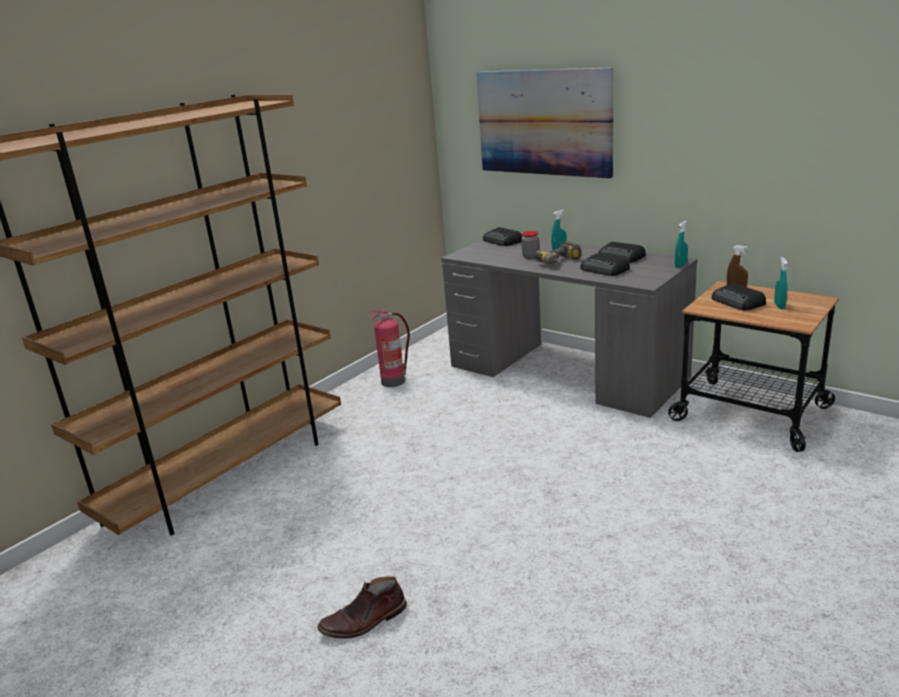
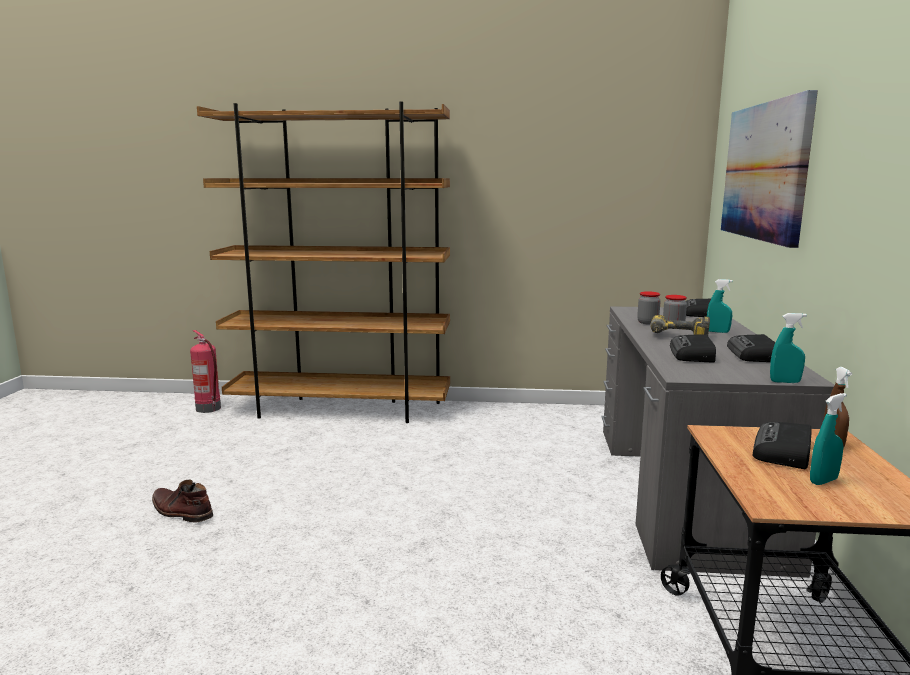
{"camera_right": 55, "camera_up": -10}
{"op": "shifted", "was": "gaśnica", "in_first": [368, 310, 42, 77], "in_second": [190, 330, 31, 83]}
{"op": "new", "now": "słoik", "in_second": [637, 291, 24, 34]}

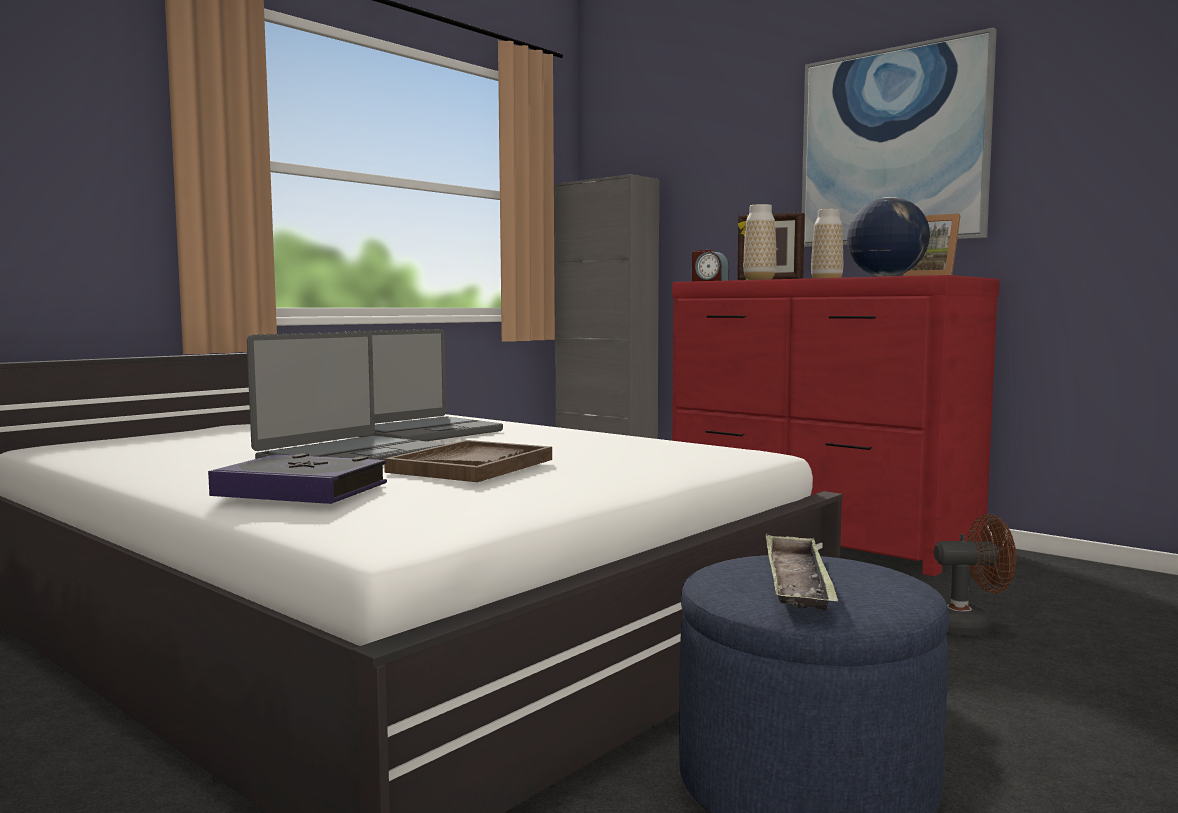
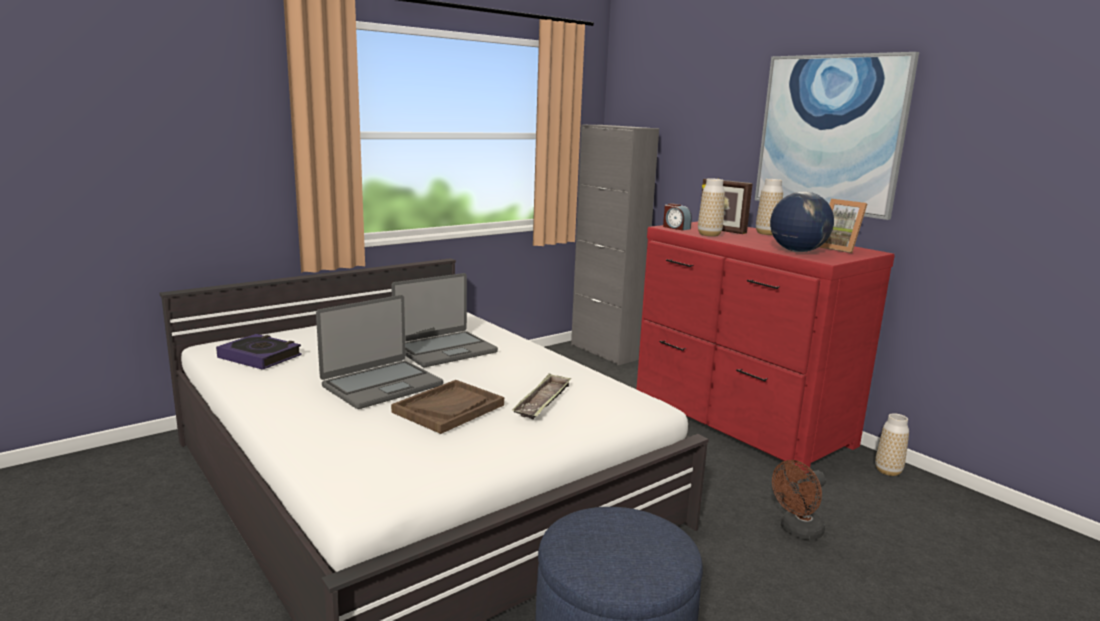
{"camera_right": 10, "camera_up": 10}
{"op": "shifted", "was": "książka", "in_first": [208, 453, 179, 51], "in_second": [216, 334, 86, 36]}
{"op": "shifted", "was": "taca", "in_first": [765, 534, 73, 77], "in_second": [513, 373, 58, 46]}
{"op": "rotated", "was": "wentylator [brązowy]", "in_first": [934, 514, 83, 122], "in_second": [772, 460, 54, 80], "clockwise": 135}
{"op": "new", "now": "wazon", "in_second": [875, 413, 34, 63]}

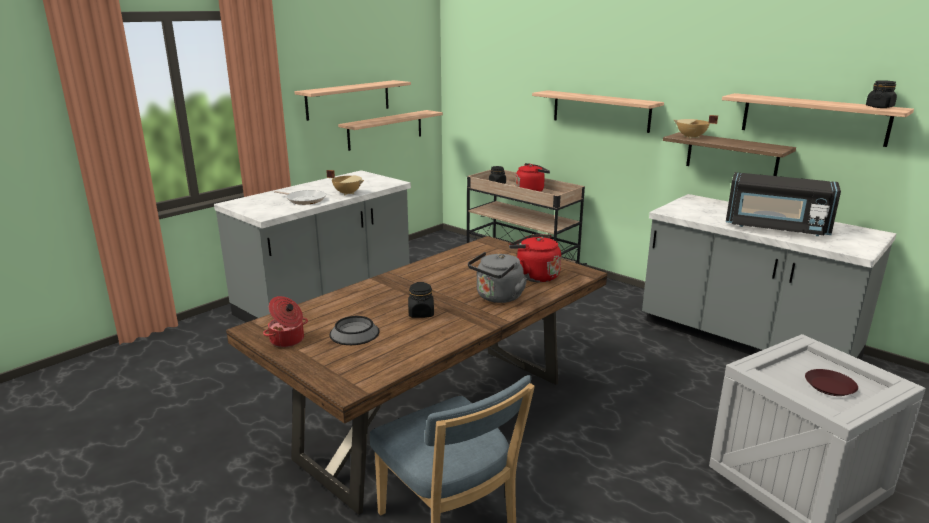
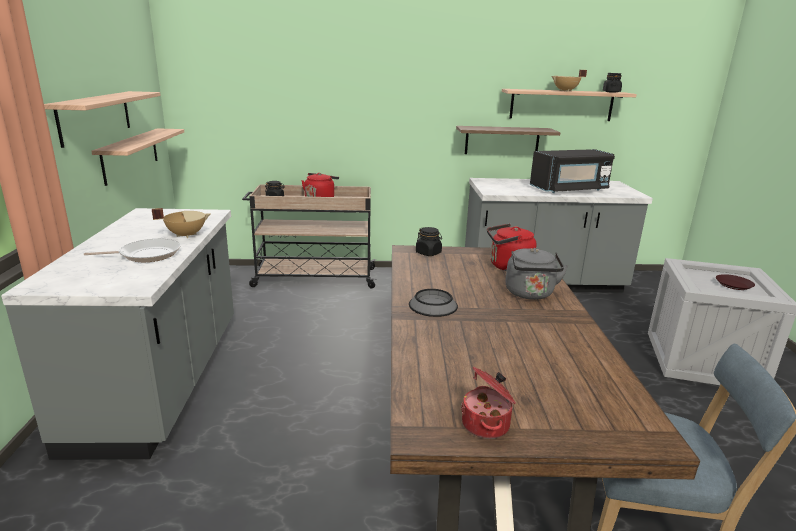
{"camera_right": -45, "camera_up": 0}
{"op": "shifted", "was": "miska", "in_first": [329, 316, 50, 29], "in_second": [409, 289, 49, 28]}
{"op": "shifted", "was": "słoik [czarny]", "in_first": [408, 282, 26, 36], "in_second": [416, 227, 26, 29]}
{"op": "shifted", "was": "garnek [beżowy]", "in_first": [674, 115, 44, 24], "in_second": [552, 70, 35, 22]}
{"op": "gone", "was": "półka", "in_first": [532, 90, 132, 43]}

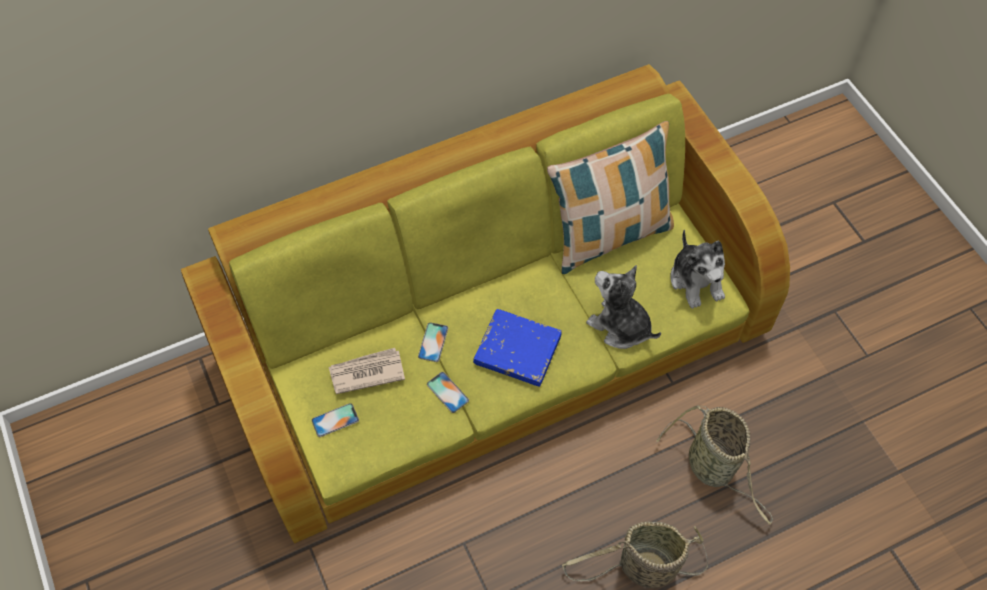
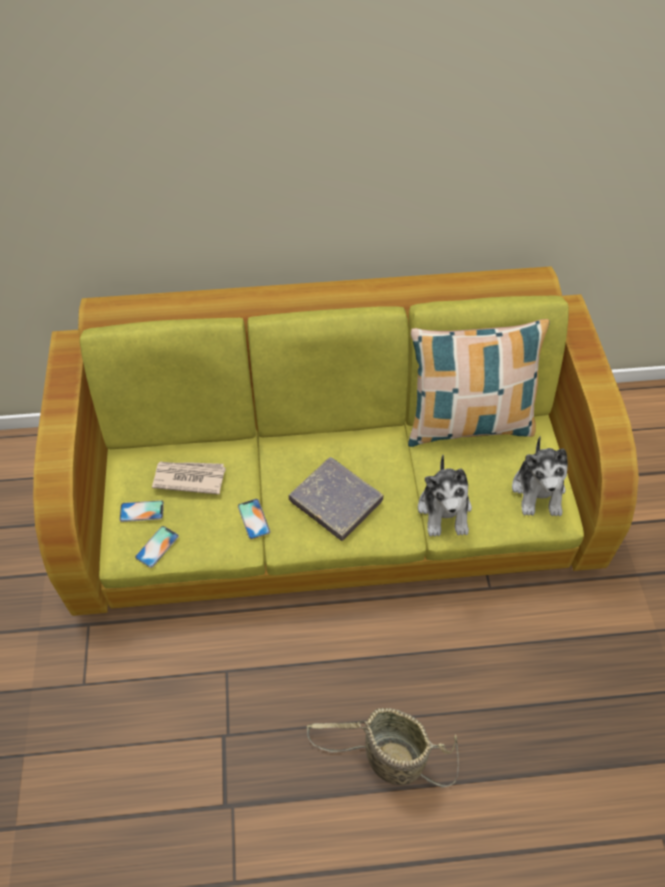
{"camera_right": 20, "camera_up": -5}
{"op": "shifted", "was": "telefon", "in_first": [418, 323, 30, 39], "in_second": [135, 526, 44, 42]}
{"op": "repainted", "was": "książka [niebieski]", "now": "książka [szary]", "in_first": [473, 309, 89, 78], "in_second": [289, 457, 94, 84]}
{"op": "rotated", "was": "pluszak", "in_first": [586, 265, 75, 84], "in_second": [418, 455, 54, 82], "clockwise": -150}
{"op": "gone", "was": "koszyk", "in_first": [656, 405, 117, 120]}

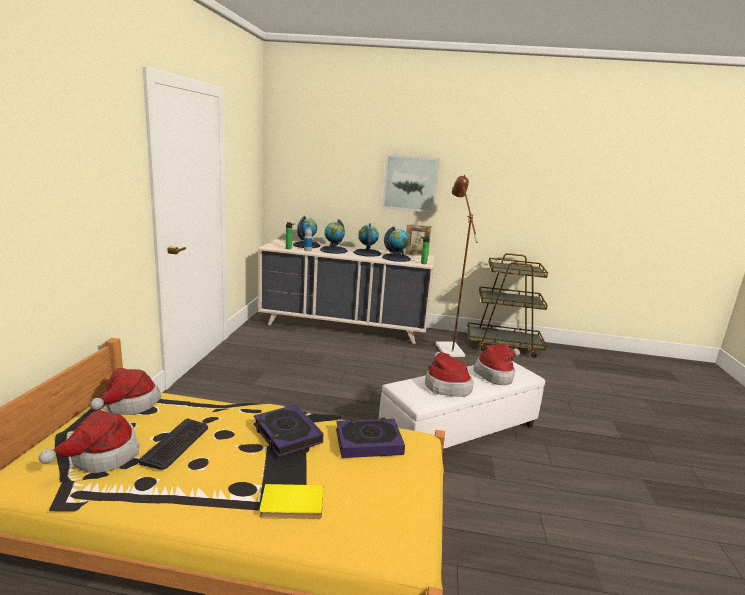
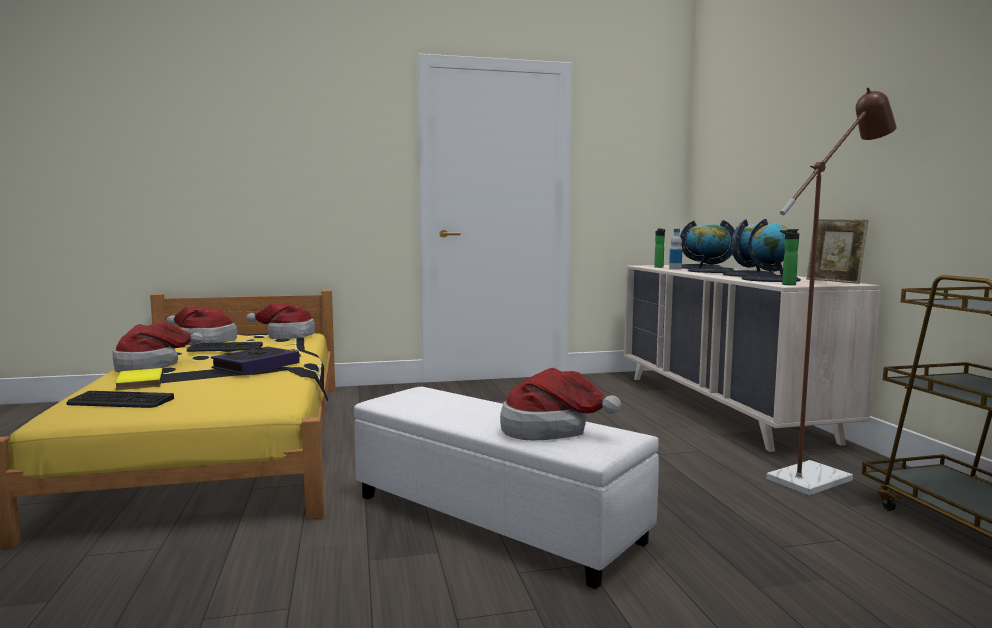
{"camera_right": 70, "camera_up": -10}
{"op": "new", "now": "klawiatura", "in_second": [66, 391, 108, 17]}
{"op": "shifted", "was": "kapelusz", "in_first": [425, 352, 48, 45], "in_second": [112, 322, 91, 51]}
{"op": "gone", "was": "książka", "in_first": [336, 418, 69, 40]}
{"op": "gone", "was": "obraz", "in_first": [382, 154, 58, 59]}

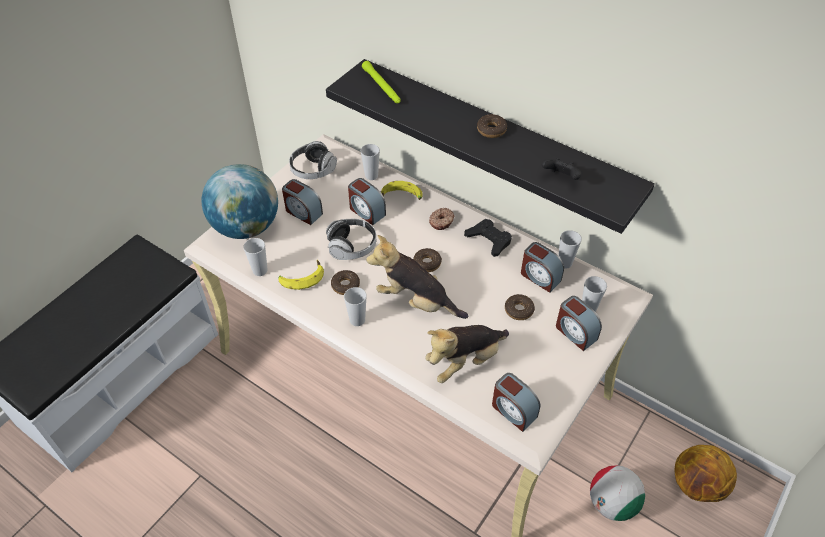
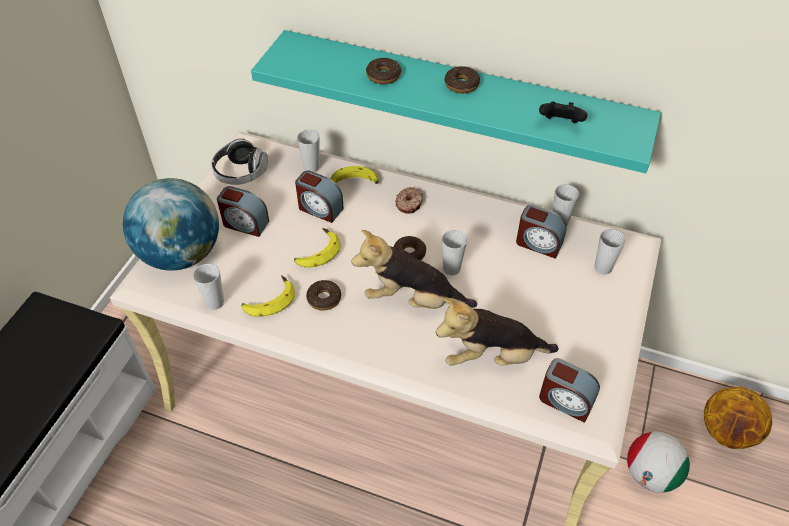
{"camera_right": -15, "camera_up": 0}
{"op": "repainted", "was": "półka [czarny]", "now": "półka [turkusowy]", "in_first": [326, 59, 329, 175], "in_second": [251, 30, 410, 143]}
{"op": "swapped", "was": "słuchawki", "now": "banan", "in_first": [326, 219, 50, 41], "in_second": [294, 228, 47, 40]}
{"op": "shifted", "was": "donut", "in_first": [505, 294, 30, 26], "in_second": [366, 58, 35, 26]}
{"op": "rotated", "was": "pluszak", "in_first": [425, 325, 84, 58], "in_second": [436, 298, 123, 68], "clockwise": 45}
{"op": "shifted", "was": "filiżanka", "in_first": [344, 287, 22, 39], "in_second": [442, 230, 25, 45]}
{"op": "gone", "was": "latarka [zielony]", "in_first": [362, 61, 39, 42]}
{"op": "gone", "was": "pad do gier [czarny]", "in_first": [464, 219, 48, 38]}
{"op": "gone", "was": "budzik", "in_first": [556, 296, 46, 55]}

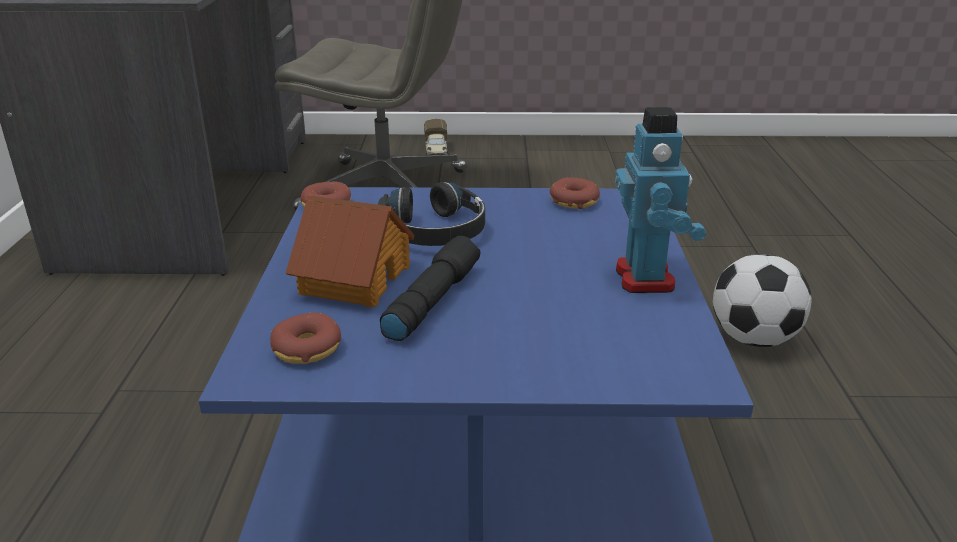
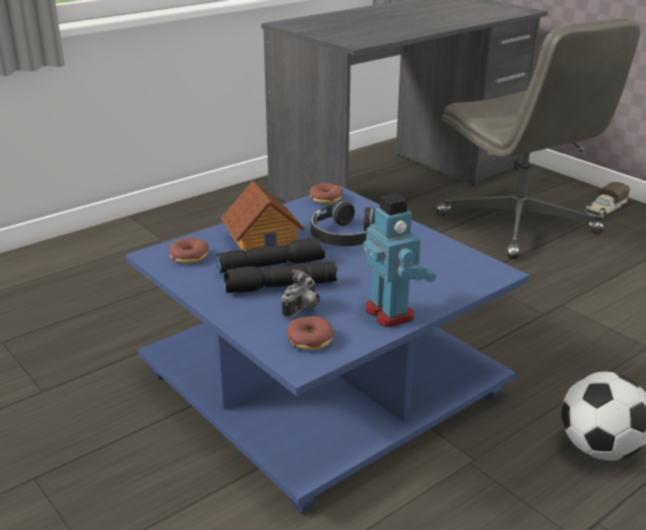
{"camera_right": 50, "camera_up": 0}
{"op": "new", "now": "latarka [czarny]", "in_second": [224, 261, 113, 32]}
{"op": "new", "now": "aparat fotograficzny", "in_second": [282, 269, 38, 49]}
{"op": "shifted", "was": "donut", "in_first": [550, 177, 50, 32], "in_second": [287, 316, 48, 34]}
{"op": "rotated", "was": "robot zabawkowy", "in_first": [615, 107, 91, 186], "in_second": [364, 193, 72, 134], "clockwise": -75}

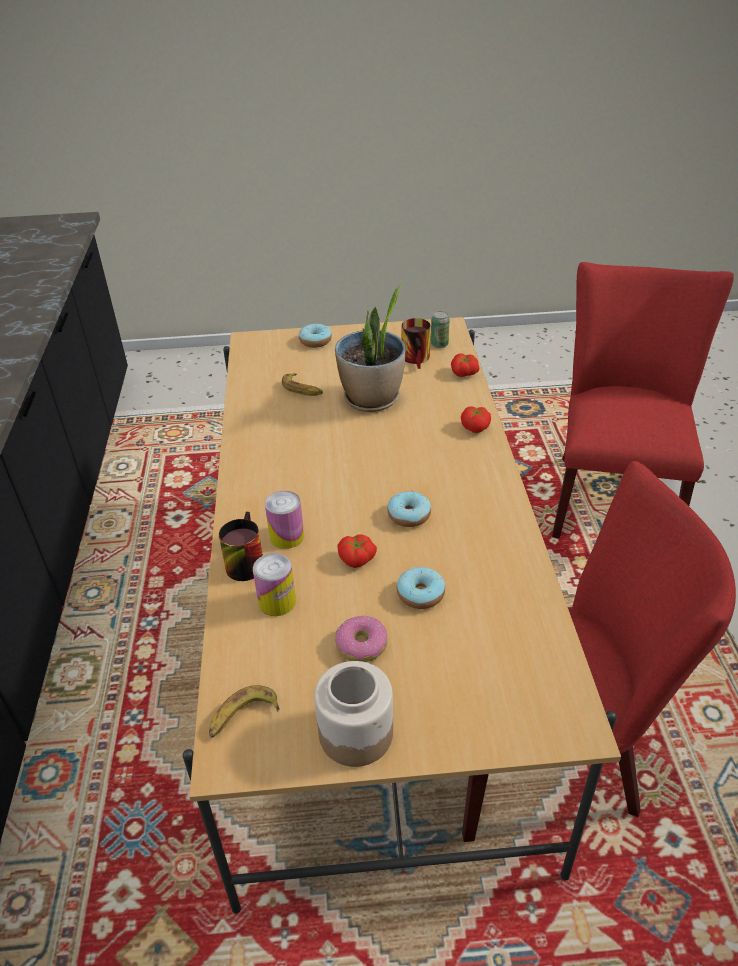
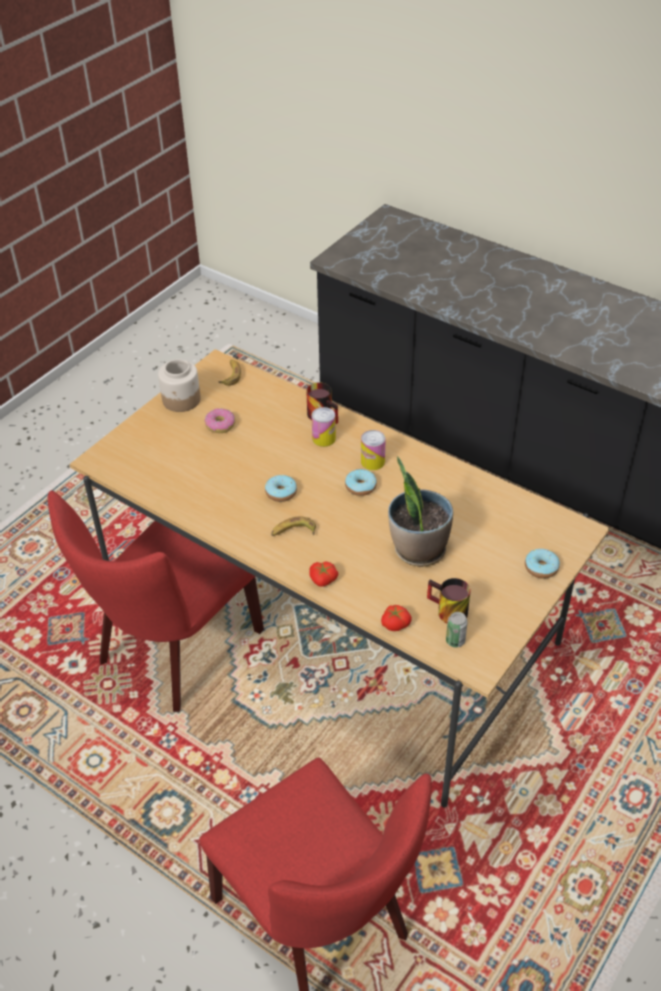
{"camera_right": 130, "camera_up": 5}
{"op": "shifted", "was": "banan", "in_first": [282, 373, 41, 23], "in_second": [271, 516, 45, 20]}
{"op": "shifted", "was": "donut", "in_first": [397, 567, 48, 42], "in_second": [345, 469, 32, 27]}
{"op": "shifted", "was": "puszka", "in_first": [253, 553, 43, 63], "in_second": [361, 430, 25, 40]}
{"op": "gone", "was": "pomidor", "in_first": [337, 534, 40, 34]}

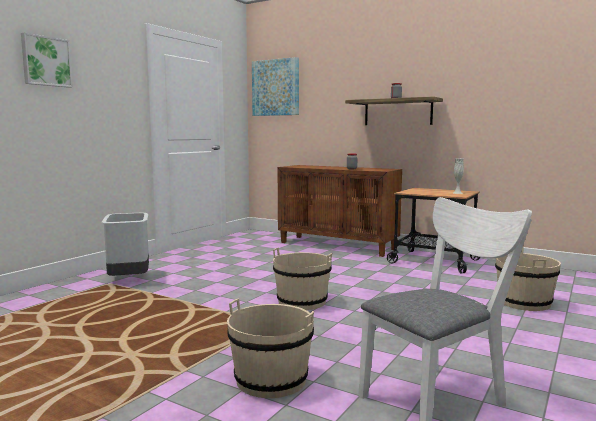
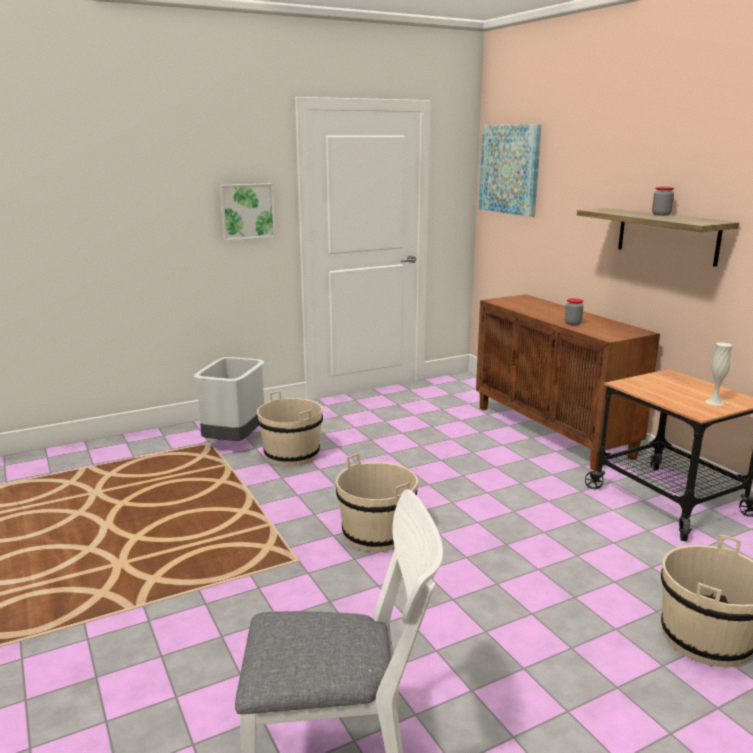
{"camera_right": 30, "camera_up": 10}
{"op": "shifted", "was": "obraz", "in_first": [21, 33, 52, 55], "in_second": [219, 183, 57, 58]}
{"op": "shifted", "was": "wiadro [beżowy]", "in_first": [227, 299, 87, 99], "in_second": [257, 391, 66, 75]}

